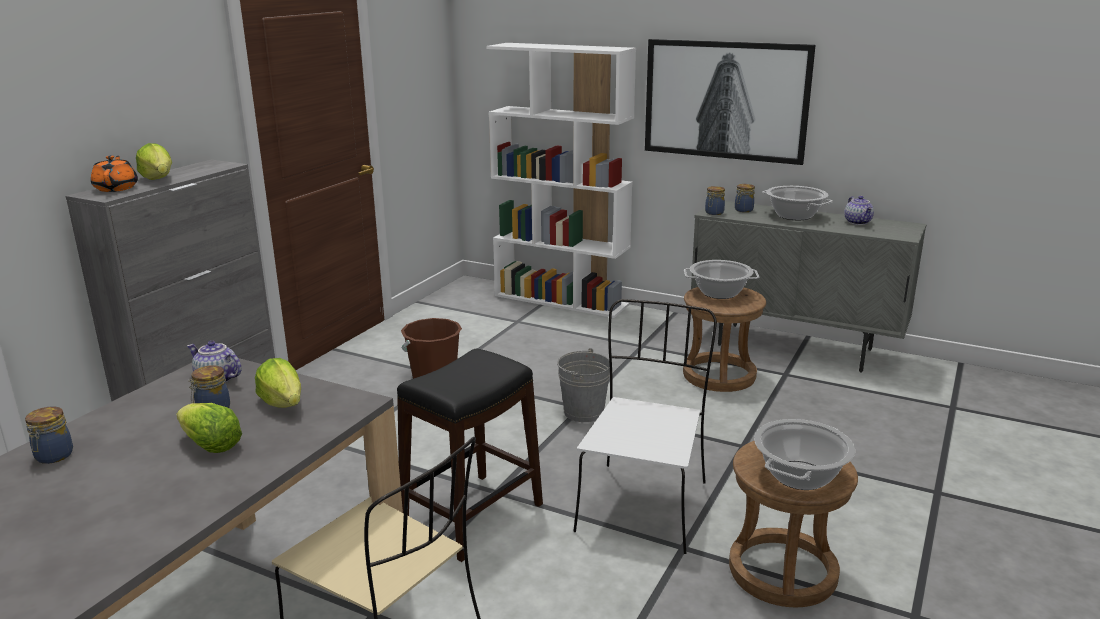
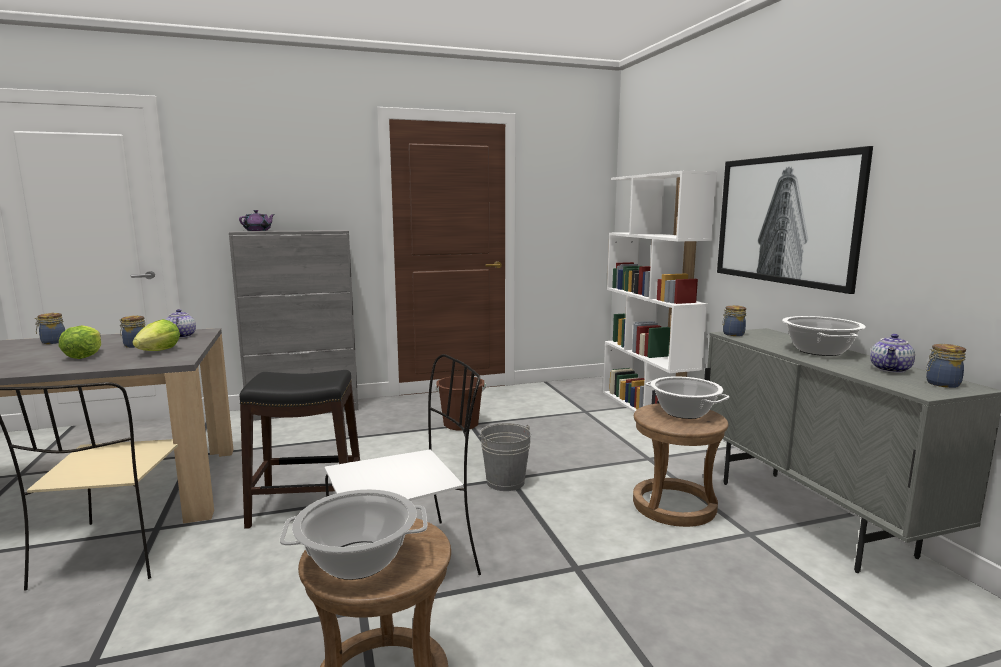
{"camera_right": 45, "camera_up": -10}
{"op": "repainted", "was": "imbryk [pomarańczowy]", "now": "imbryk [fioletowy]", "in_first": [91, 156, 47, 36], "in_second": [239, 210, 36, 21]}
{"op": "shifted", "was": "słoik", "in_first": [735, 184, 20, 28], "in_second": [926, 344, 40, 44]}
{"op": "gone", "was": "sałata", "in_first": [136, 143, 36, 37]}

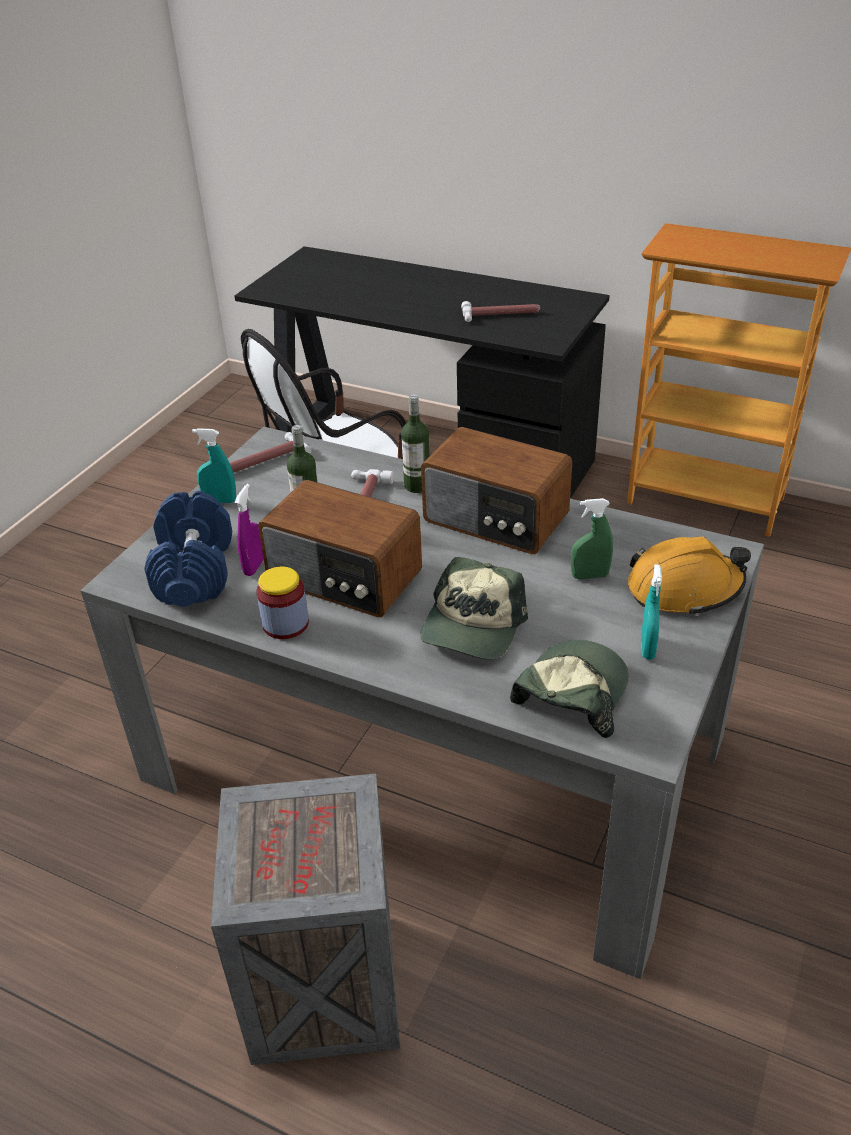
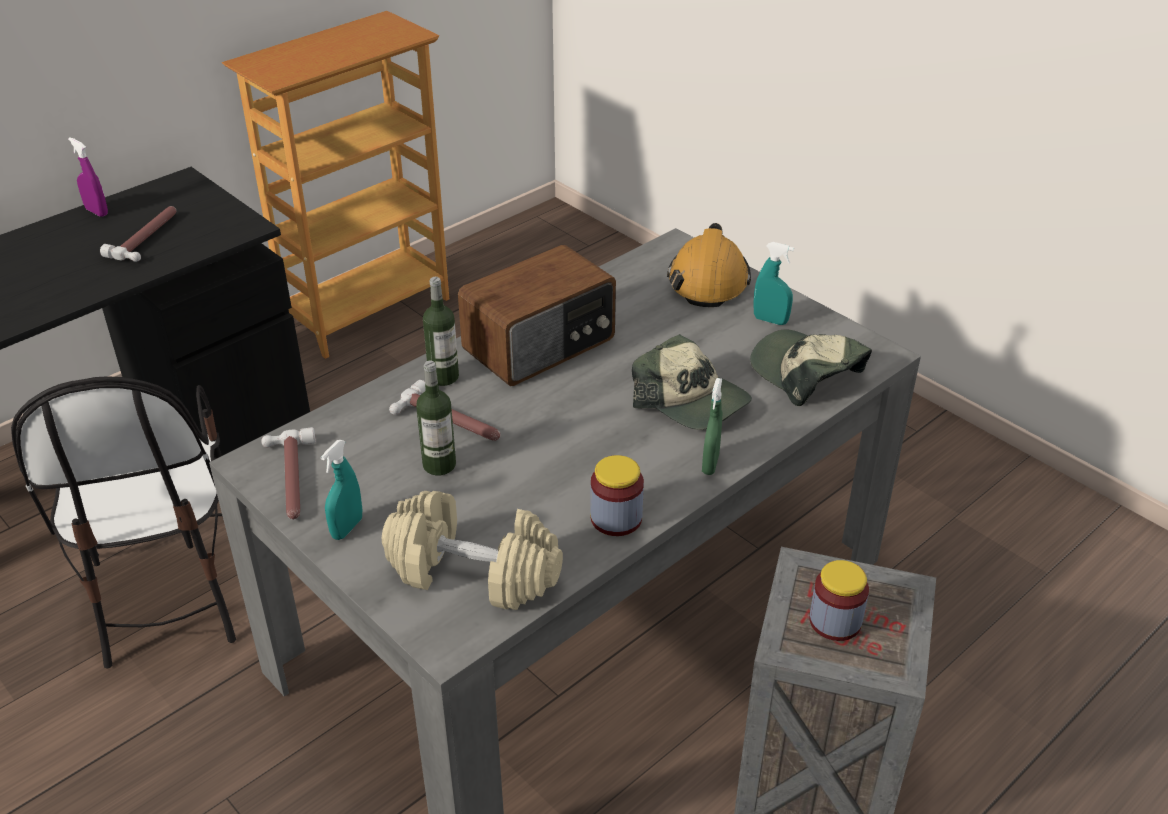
{"camera_right": -70, "camera_up": 0}
{"op": "shifted", "was": "spryskiwacz [fioletowy]", "in_first": [234, 484, 30, 92], "in_second": [68, 137, 40, 80]}
{"op": "repainted", "was": "hantel [niebieski]", "now": "hantel [beżowy]", "in_first": [144, 491, 88, 115], "in_second": [382, 491, 181, 119]}
{"op": "shifted", "was": "spryskiwacz [zielony]", "in_first": [571, 498, 42, 82], "in_second": [702, 378, 20, 97]}
{"op": "new", "now": "słoik", "in_second": [809, 560, 60, 81]}
{"op": "gone", "was": "radio", "in_first": [258, 480, 164, 137]}

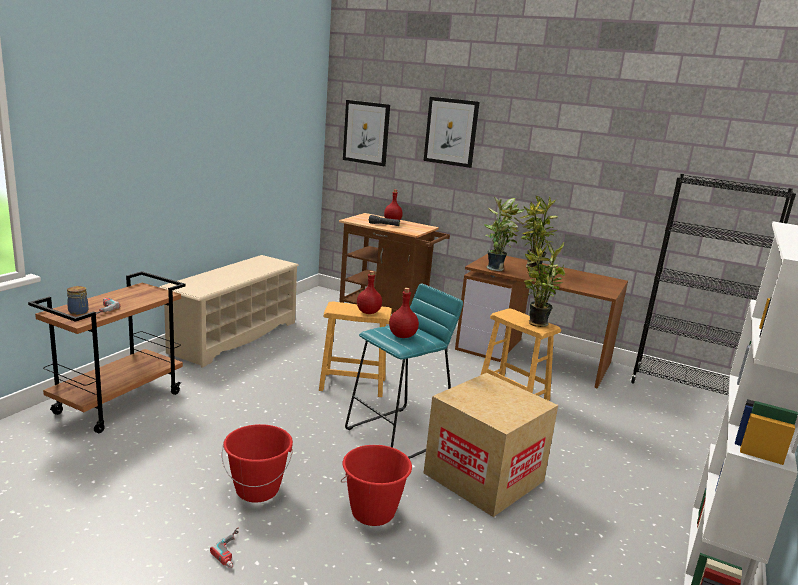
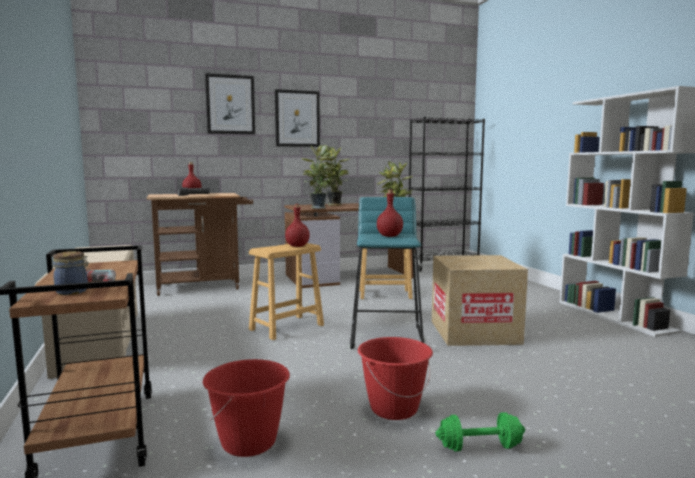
{"camera_right": -45, "camera_up": -10}
{"op": "shifted", "was": "wiadro [czerwony]", "in_first": [341, 445, 71, 81], "in_second": [203, 359, 87, 98]}
{"op": "shifted", "was": "obraz", "in_first": [343, 100, 47, 66], "in_second": [275, 89, 45, 58]}
{"op": "swapped", "was": "wiertarka", "now": "hantel [zielony]", "in_first": [210, 528, 29, 40], "in_second": [436, 412, 89, 40]}

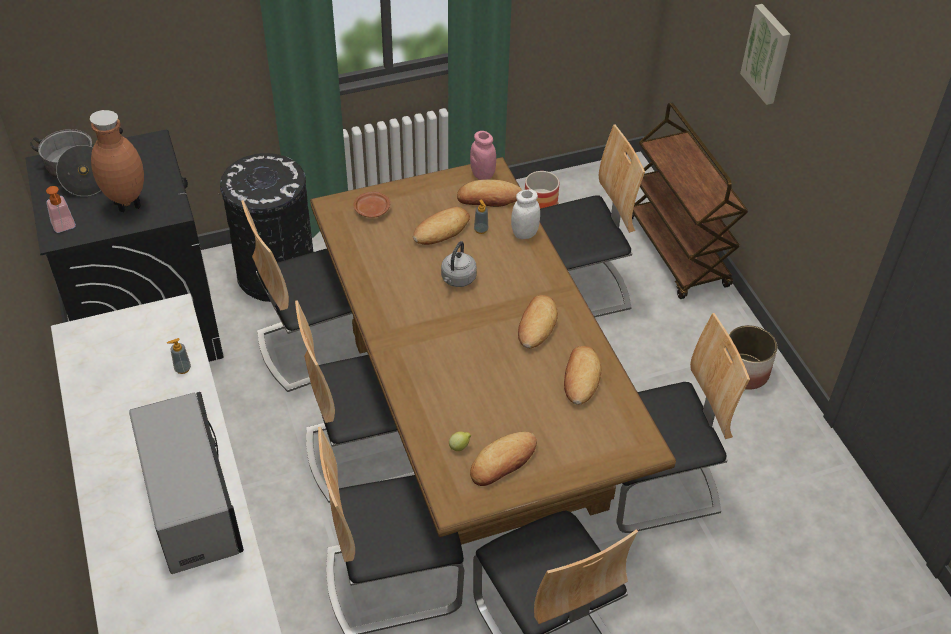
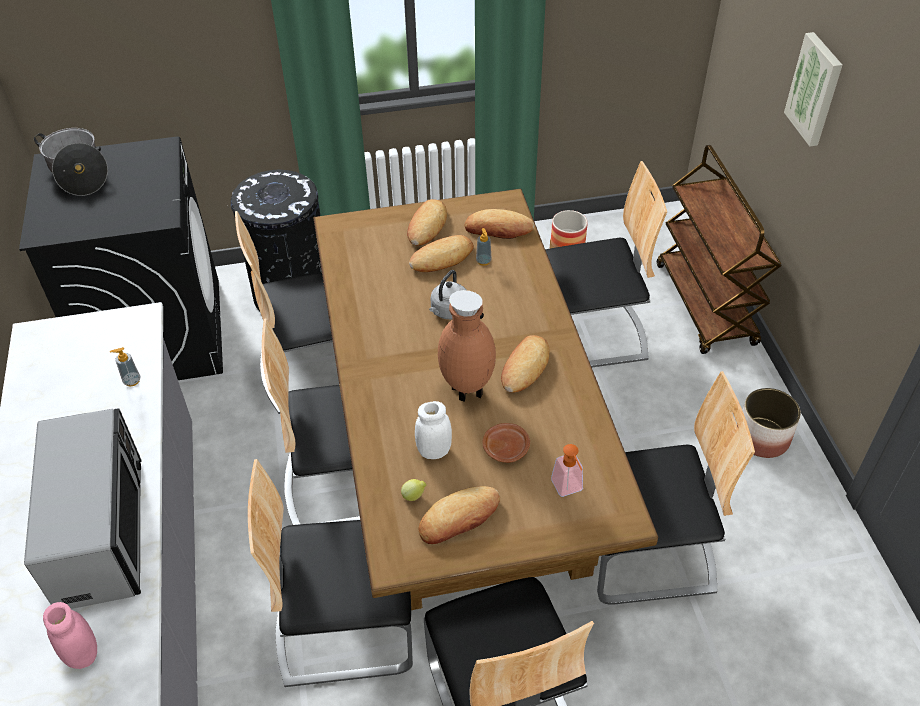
{"camera_right": 10, "camera_up": 0}
{"op": "shifted", "was": "słoik [różowy]", "in_first": [470, 131, 26, 49], "in_second": [43, 602, 54, 67]}
{"op": "shifted", "was": "chleb", "in_first": [564, 346, 37, 59], "in_second": [407, 199, 40, 46]}
{"op": "shifted", "was": "słoik [biały]", "in_first": [511, 189, 29, 50], "in_second": [415, 401, 37, 58]}
{"op": "shifted", "was": "wazon [brązowy]", "in_first": [90, 110, 54, 102], "in_second": [438, 290, 58, 112]}
{"op": "shifted", "was": "talerz [brązowy]", "in_first": [354, 192, 36, 26], "in_second": [483, 423, 47, 40]}
{"op": "shifted", "was": "dozownik mydła", "in_first": [46, 186, 30, 47], "in_second": [551, 444, 32, 53]}

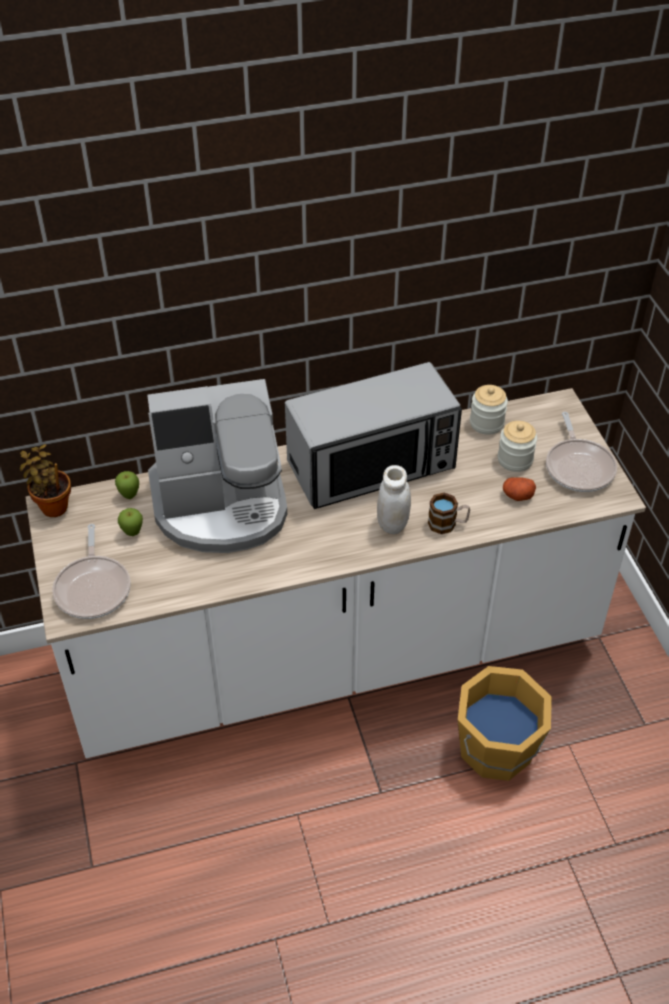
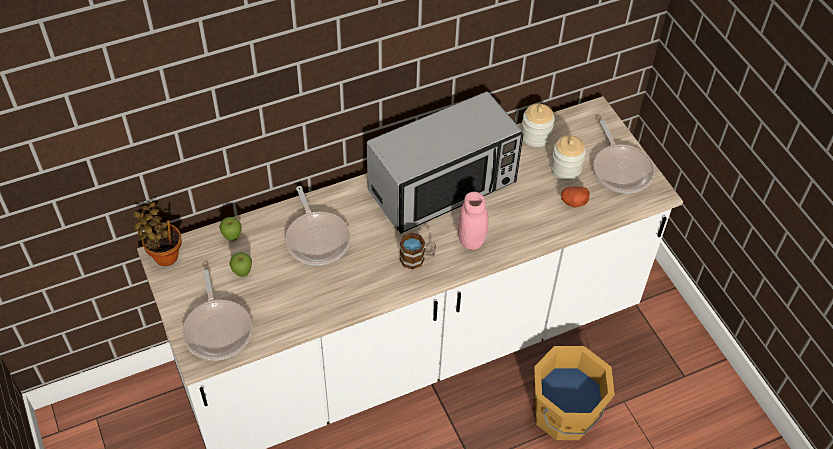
{"camera_right": -10, "camera_up": 5}
{"op": "swapped", "was": "ekspres do kawy", "now": "patelnia", "in_first": [147, 379, 140, 174], "in_second": [285, 186, 66, 80]}
{"op": "shifted", "was": "kubek", "in_first": [428, 492, 42, 42], "in_second": [399, 233, 38, 36]}
{"op": "repainted", "was": "słoik [biały]", "now": "słoik [różowy]", "in_first": [377, 465, 34, 69], "in_second": [458, 192, 30, 58]}

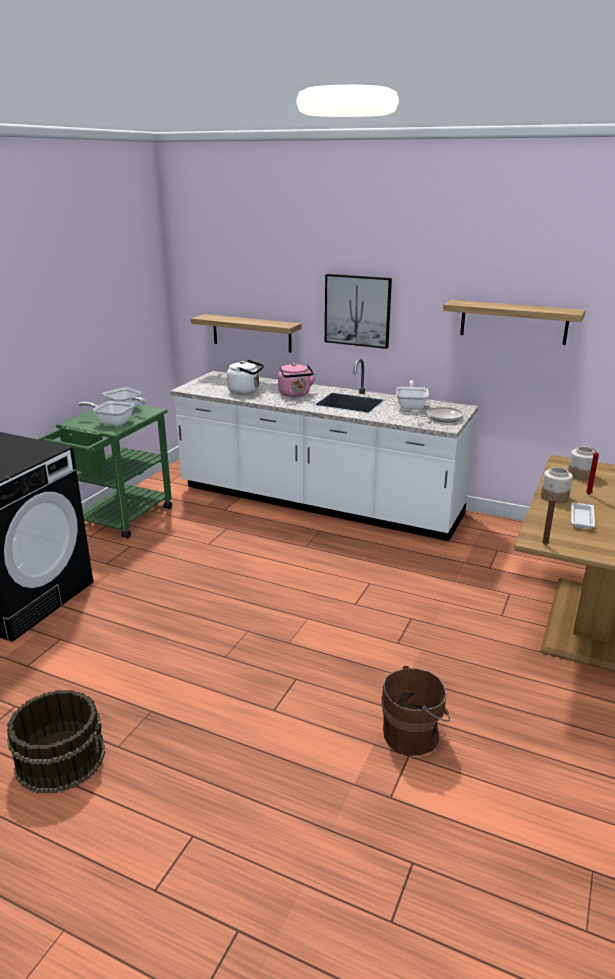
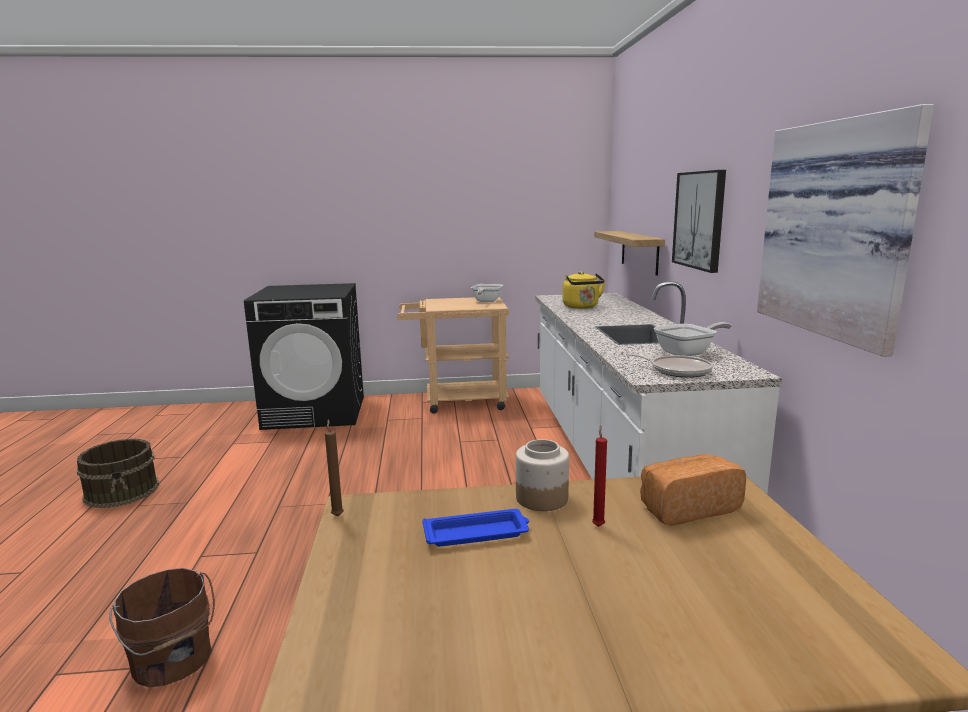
{"camera_right": 60, "camera_up": -10}
{"op": "repainted", "was": "wózek [zielony]", "now": "wózek [beżowy]", "in_first": [39, 405, 133, 134], "in_second": [397, 297, 113, 117]}
{"op": "repainted", "was": "taca [biały]", "now": "taca [niebieski]", "in_first": [571, 502, 24, 27], "in_second": [422, 509, 107, 38]}
{"op": "repainted", "was": "czajnik [biały]", "now": "czajnik [żółty]", "in_first": [227, 360, 37, 35], "in_second": [562, 272, 43, 37]}
{"op": "swapped", "was": "słoik", "now": "chleb", "in_first": [568, 447, 28, 33], "in_second": [640, 454, 106, 72]}
{"op": "swapped", "was": "półka", "now": "obraz", "in_first": [443, 300, 142, 45], "in_second": [757, 104, 177, 253]}
{"op": "gone", "was": "patelnia", "in_first": [78, 401, 56, 25]}
{"op": "gone", "was": "czajnik [różowy]", "in_first": [278, 363, 38, 34]}

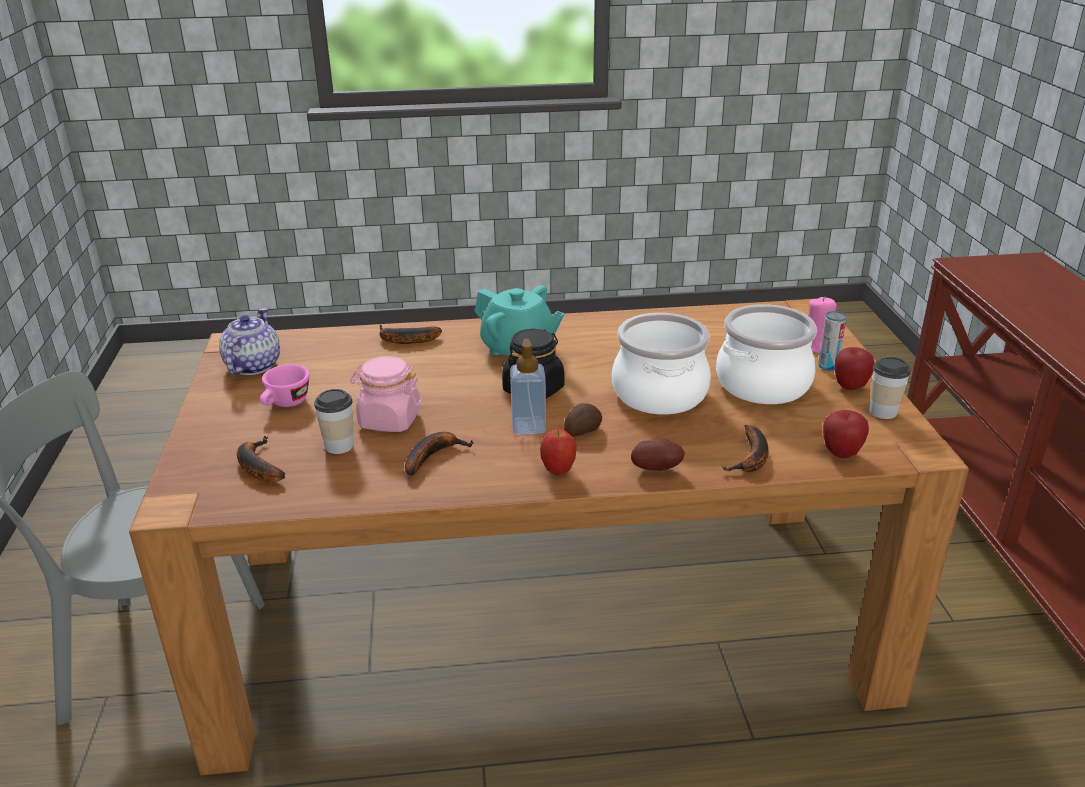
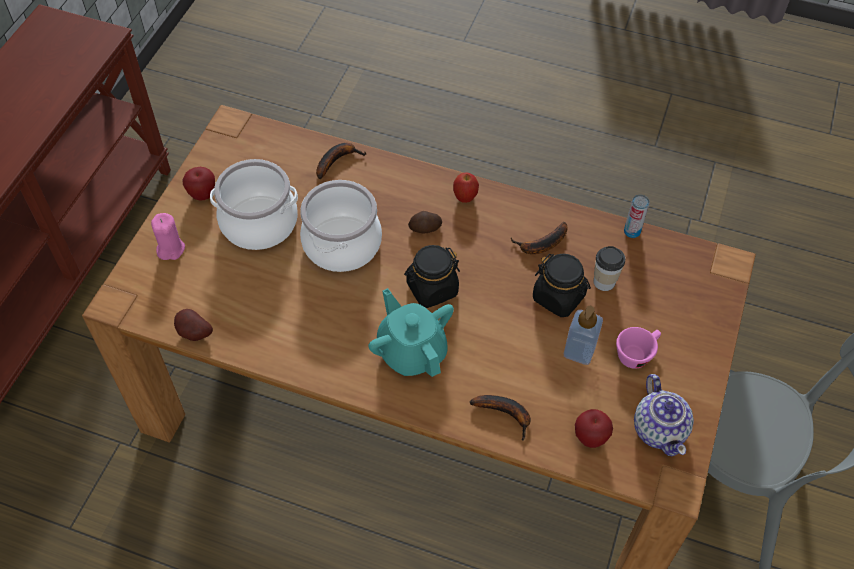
{"camera_right": -155, "camera_up": 25}
{"op": "shifted", "was": "ziemniak", "in_first": [631, 439, 54, 32], "in_second": [174, 309, 39, 32]}
{"op": "repainted", "was": "słoik [różowy]", "now": "słoik [czarny]", "in_first": [350, 356, 72, 76], "in_second": [533, 254, 58, 63]}
{"op": "shifted", "was": "dozownik mydła", "in_first": [510, 339, 36, 96], "in_second": [564, 306, 39, 59]}
{"op": "shifted", "was": "jabłko", "in_first": [823, 410, 46, 48], "in_second": [575, 409, 38, 39]}
{"op": "shifted", "was": "puszka", "in_first": [818, 311, 29, 60], "in_second": [624, 195, 26, 43]}
{"op": "rotated", "was": "imbryk", "in_first": [219, 308, 61, 67], "in_second": [634, 374, 60, 82], "clockwise": -45}
{"op": "gone", "was": "banan", "in_first": [237, 436, 48, 46]}
{"op": "gone", "was": "filiżanka", "in_first": [870, 357, 41, 62]}

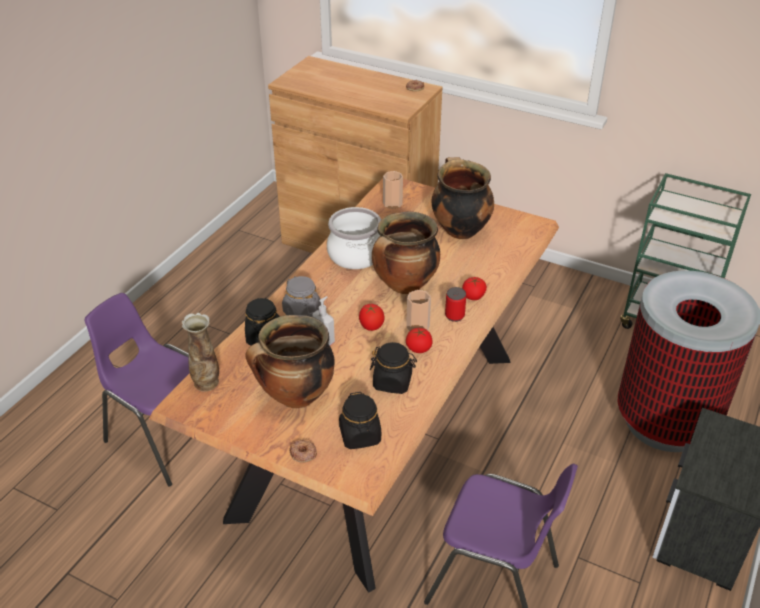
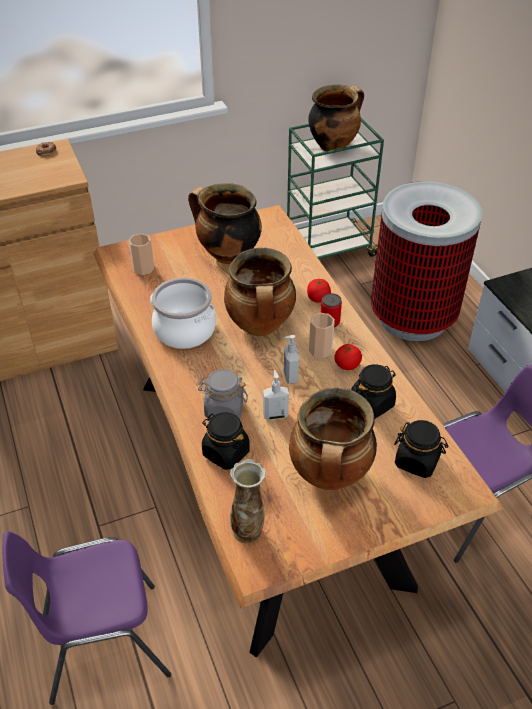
{"camera_right": -50, "camera_up": 5}
{"op": "swapped", "was": "pomidor", "now": "dozownik mydła", "in_first": [359, 304, 25, 27], "in_second": [284, 335, 15, 49]}
{"op": "new", "now": "garnek", "in_second": [308, 85, 56, 66]}
{"op": "gone", "was": "donut", "in_first": [289, 439, 28, 24]}

